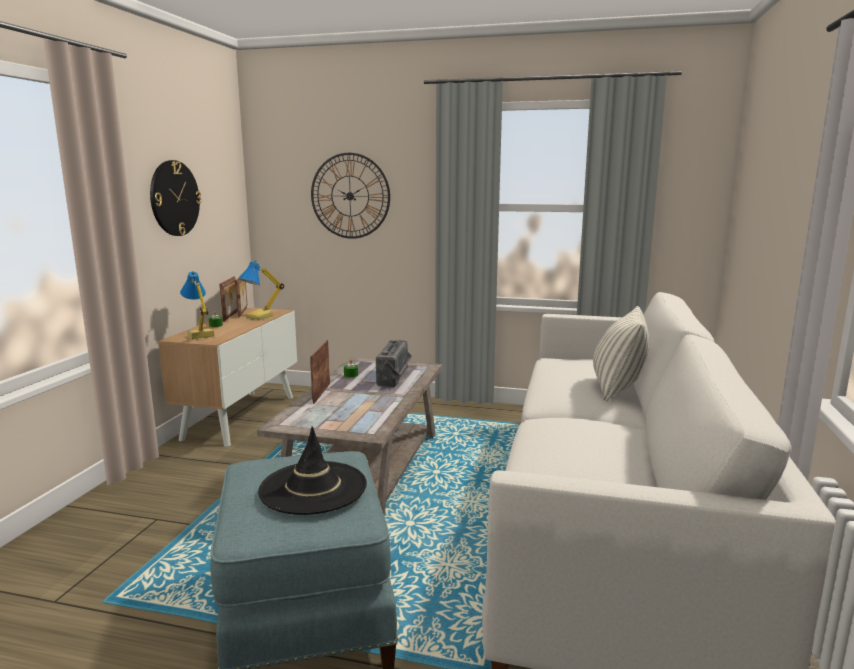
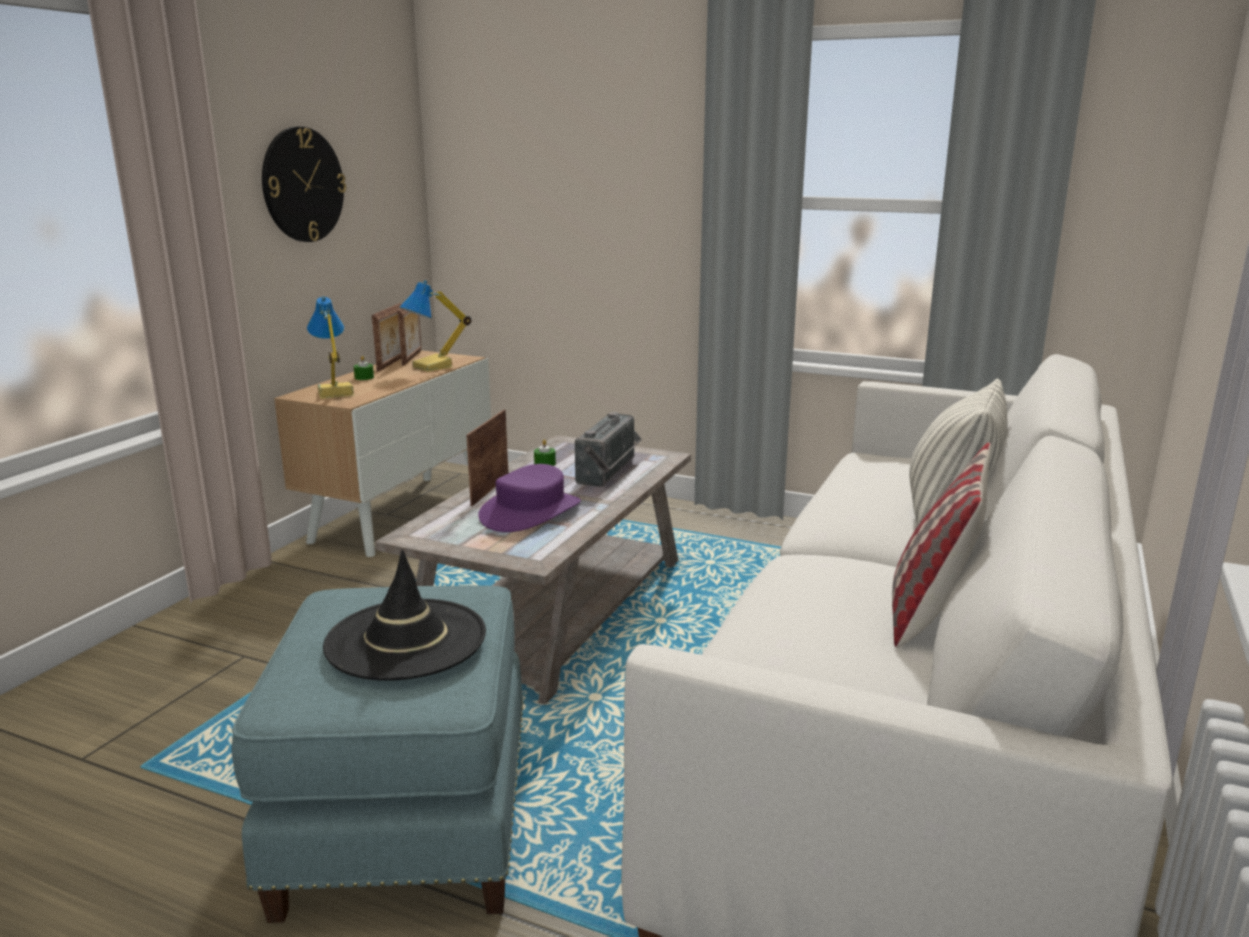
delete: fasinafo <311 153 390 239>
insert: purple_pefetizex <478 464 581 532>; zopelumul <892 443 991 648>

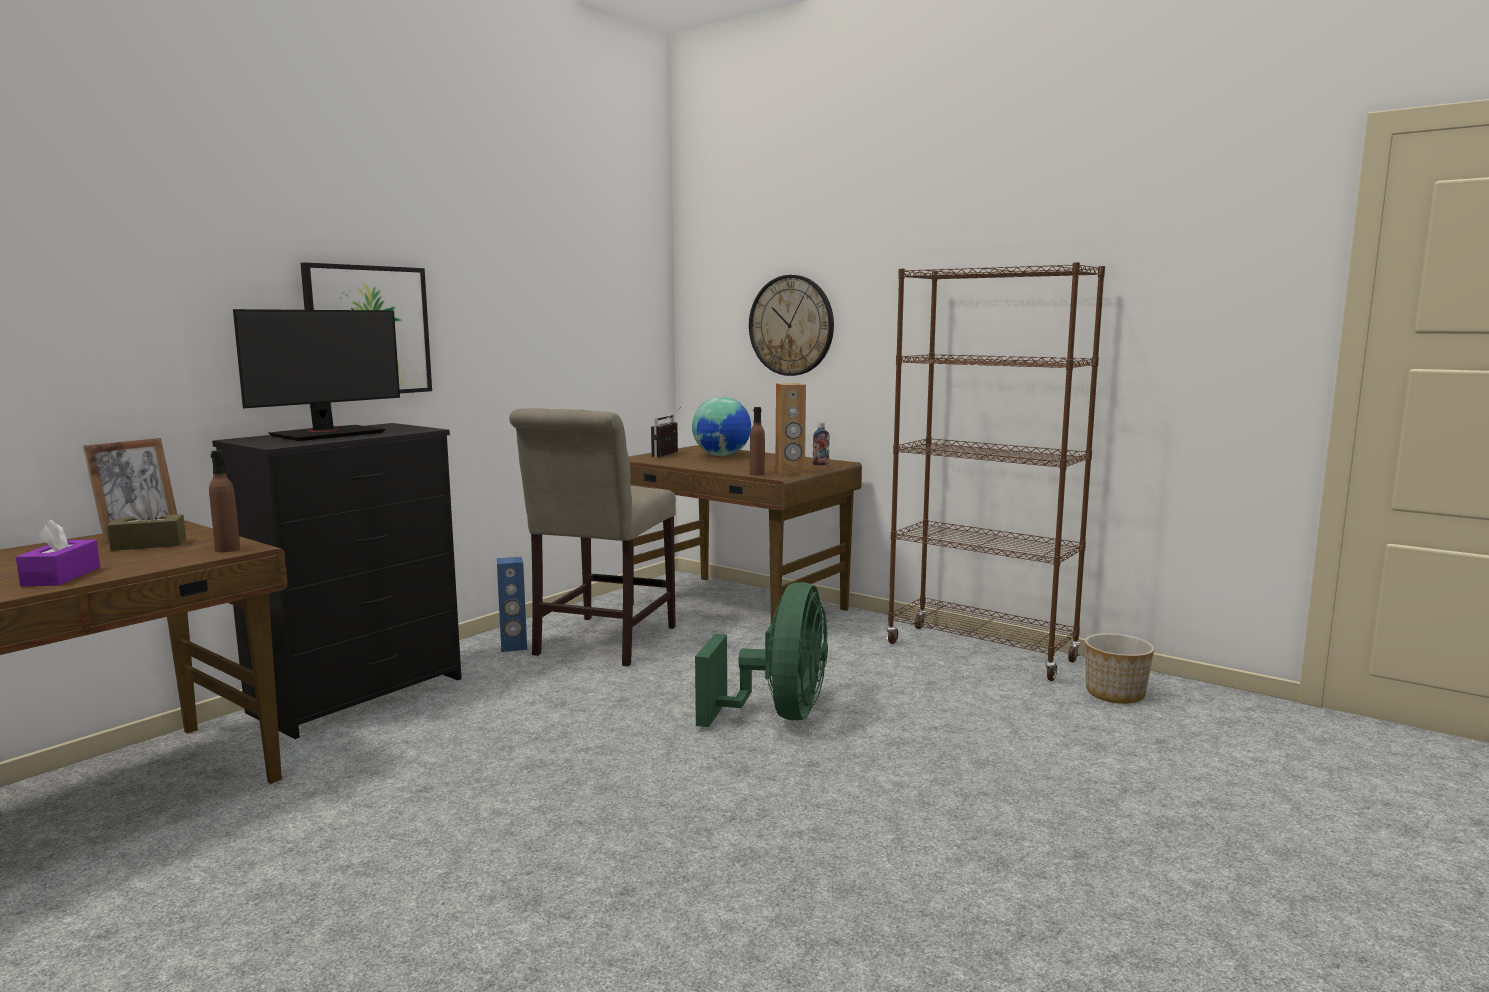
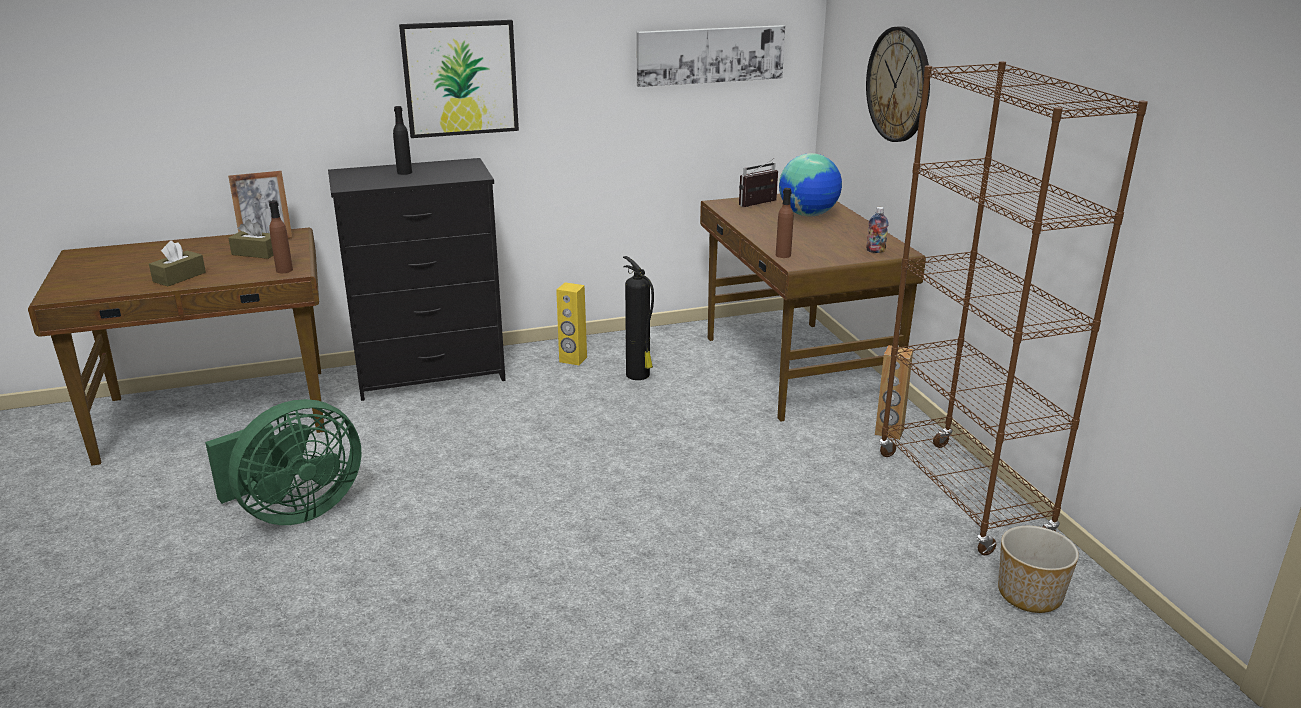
insert: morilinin <637 25 785 87>
move: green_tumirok <695 582 828 727> to <205 399 362 525>; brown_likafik <775 383 806 475> to <875 345 913 440>
replace: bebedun <233 309 400 441> to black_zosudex <393 106 412 175>; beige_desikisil <509 408 676 666> to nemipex <623 256 654 380>
recolor: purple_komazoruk <16 519 100 586> to brown_komazoruk <149 241 206 286>; blue_likafik <497 557 527 652> to yellow_likafik <556 282 587 365>

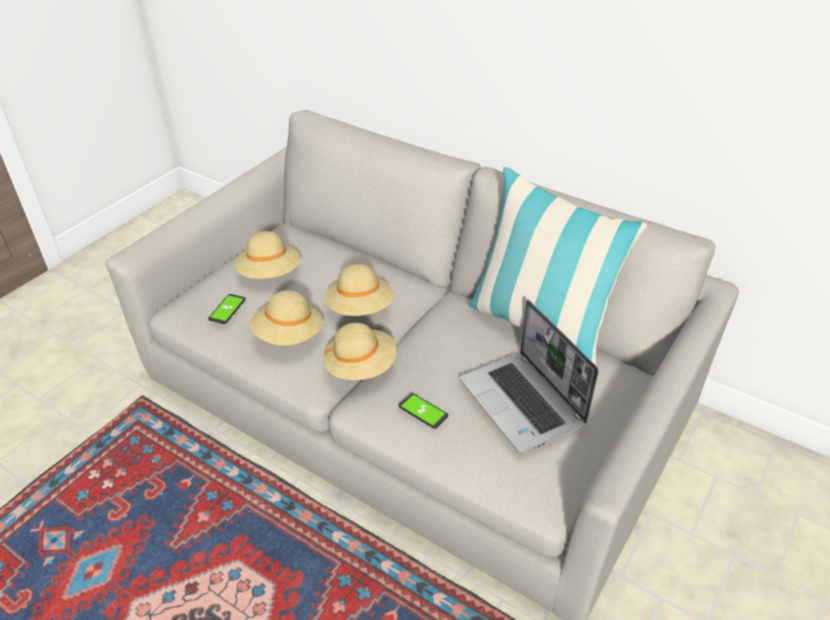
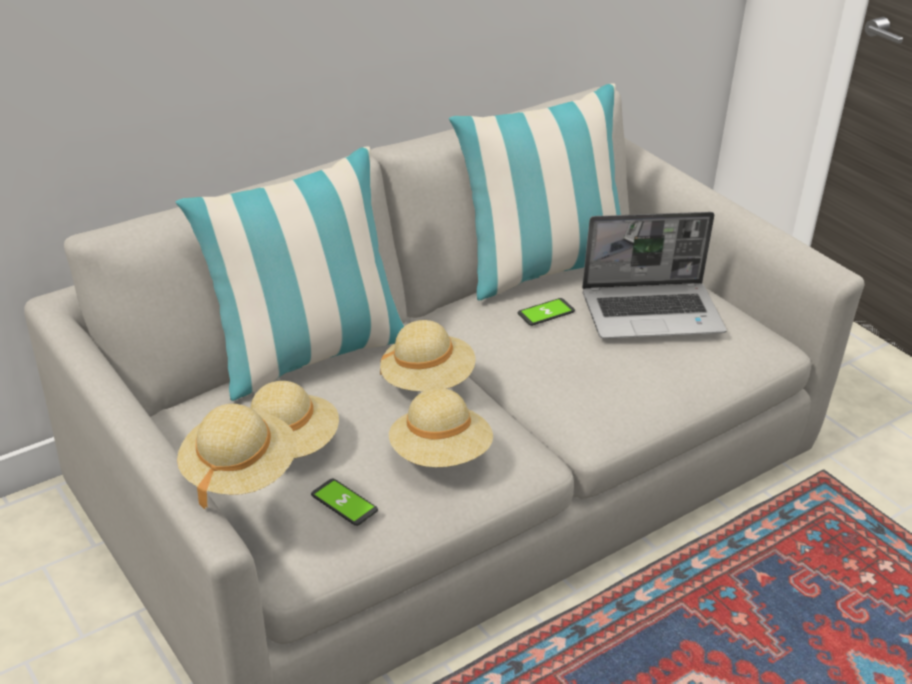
insert: zopelumul <175 146 404 401>
move: beige_pefetizex <324 323 396 380> to <177 404 297 509>; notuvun <398 393 448 429> to <518 298 575 326>

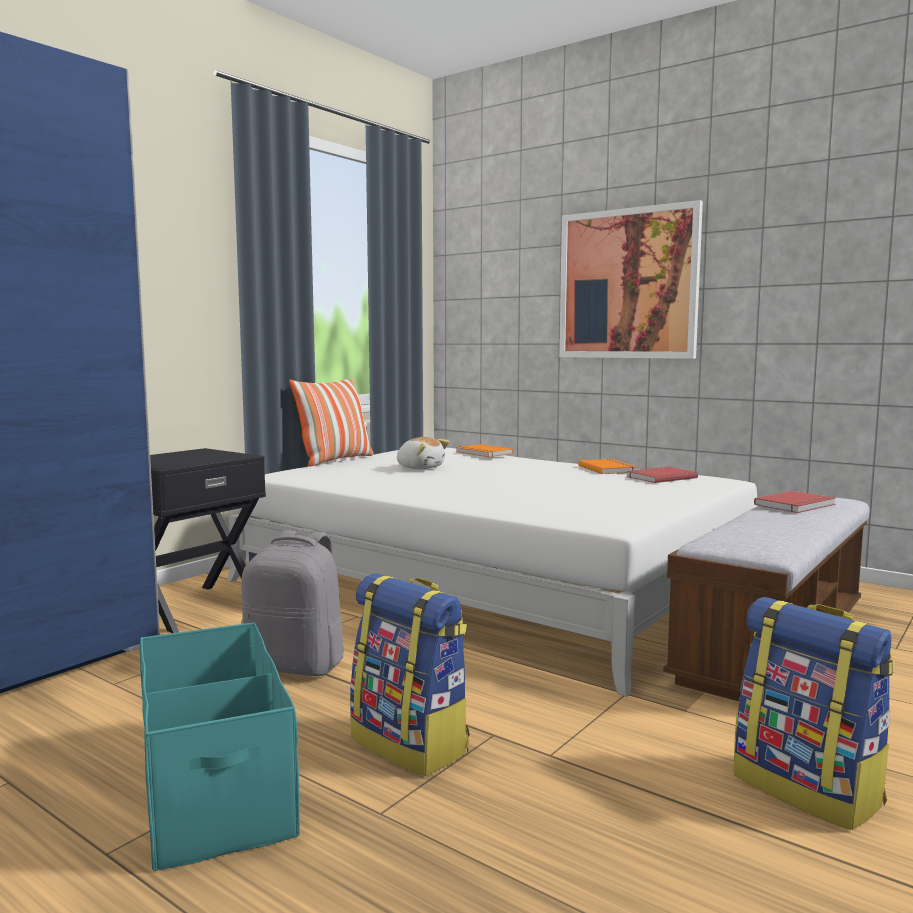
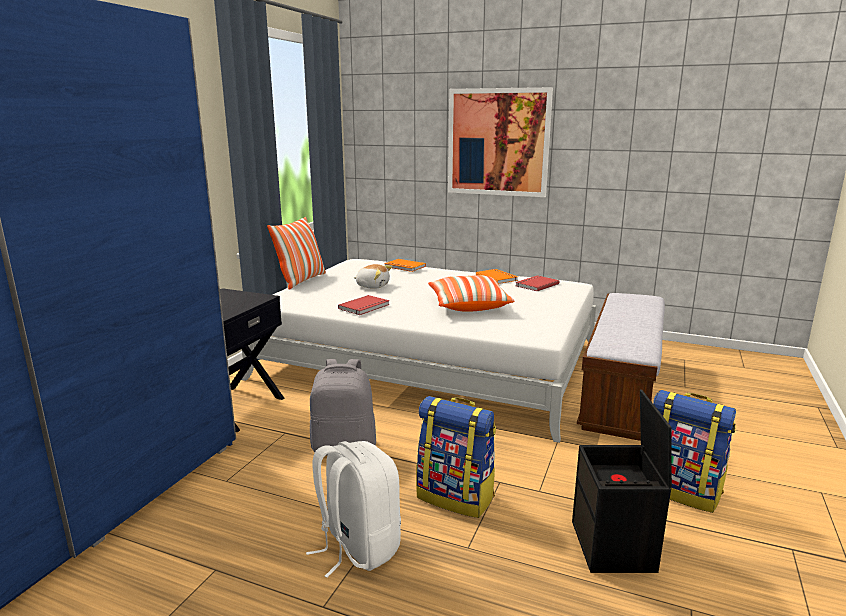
insert: zopelumul <428 275 514 312>; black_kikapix <572 389 672 573>
move: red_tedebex <754 491 835 513> to <338 295 390 315>
replace: turquoise_kikapix <140 622 300 871> to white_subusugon <306 441 401 578>

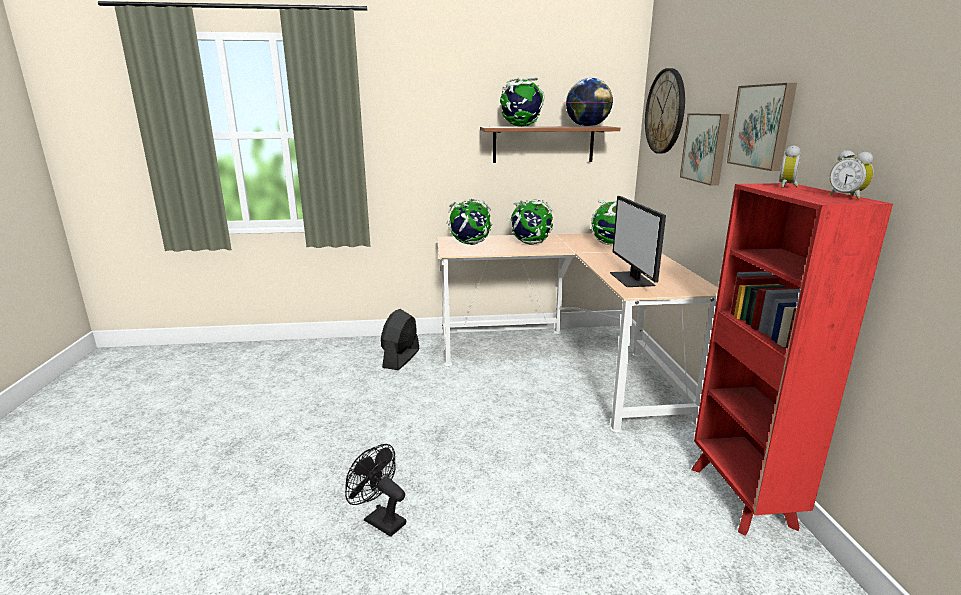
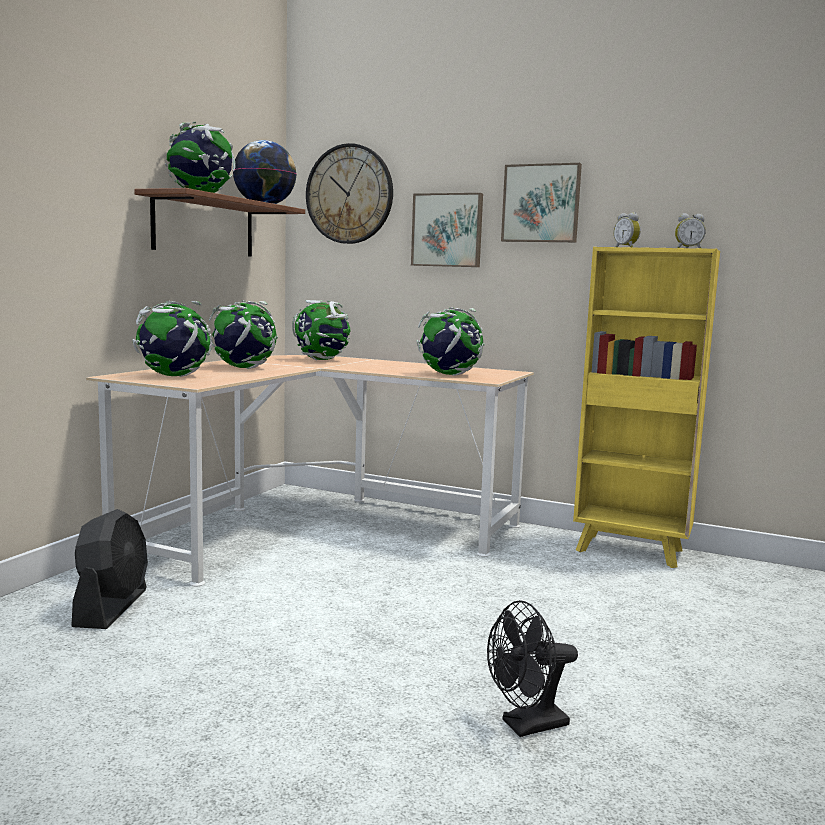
replace: bebedun <610 196 666 287> to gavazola <416 307 484 376>
recolor: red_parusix <691 183 893 536> to yellow_parusix <573 247 720 568>
rotate: black_tumirok <381 309 419 370> = <71 509 148 629> 135 degrees counterclockwise

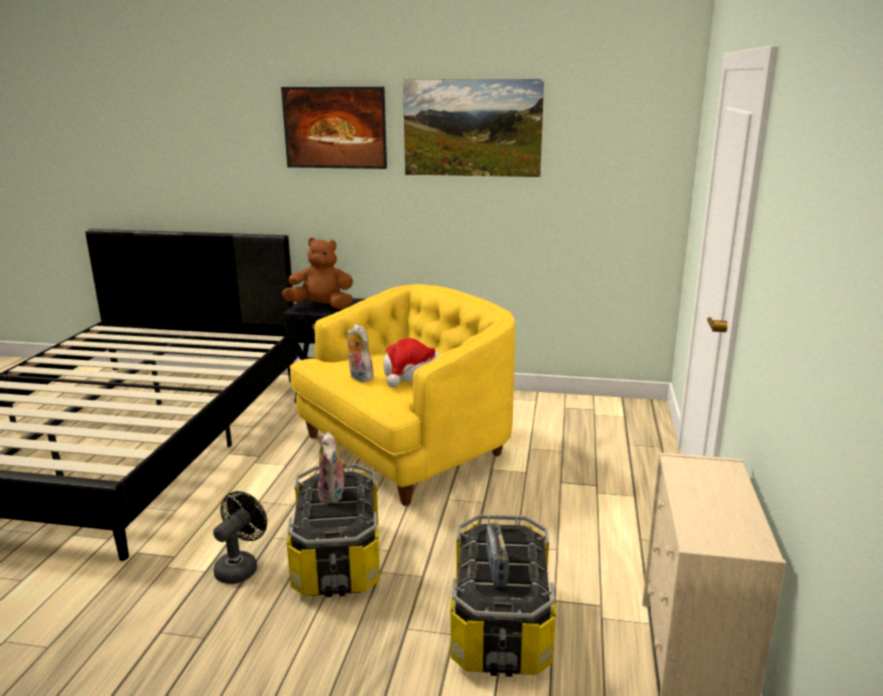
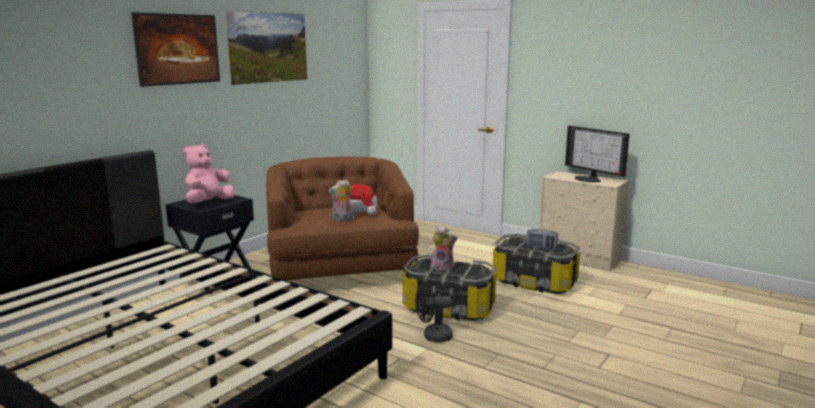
insert: bebedun <565 126 630 182>
recolor: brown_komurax <282 238 353 309> to pink_komurax <183 144 234 203>; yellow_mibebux <290 284 515 506> to brown_mibebux <266 156 419 280>
rotate: black_tumirok <213 491 267 584> = <415 284 453 342> 60 degrees counterclockwise

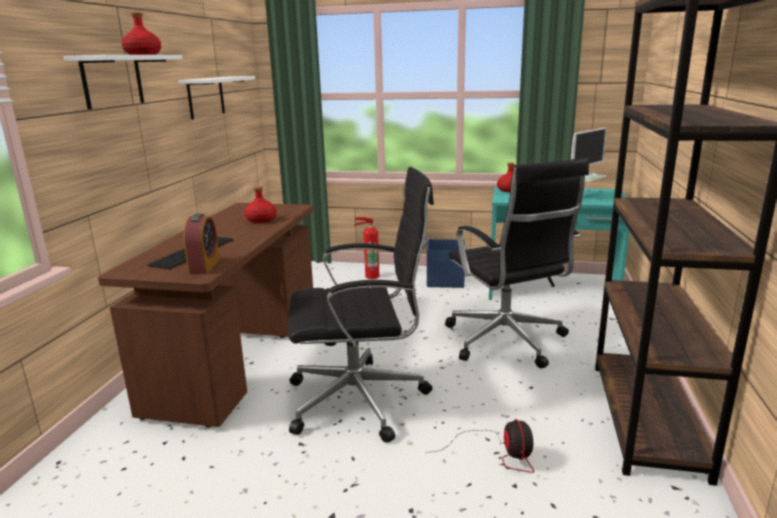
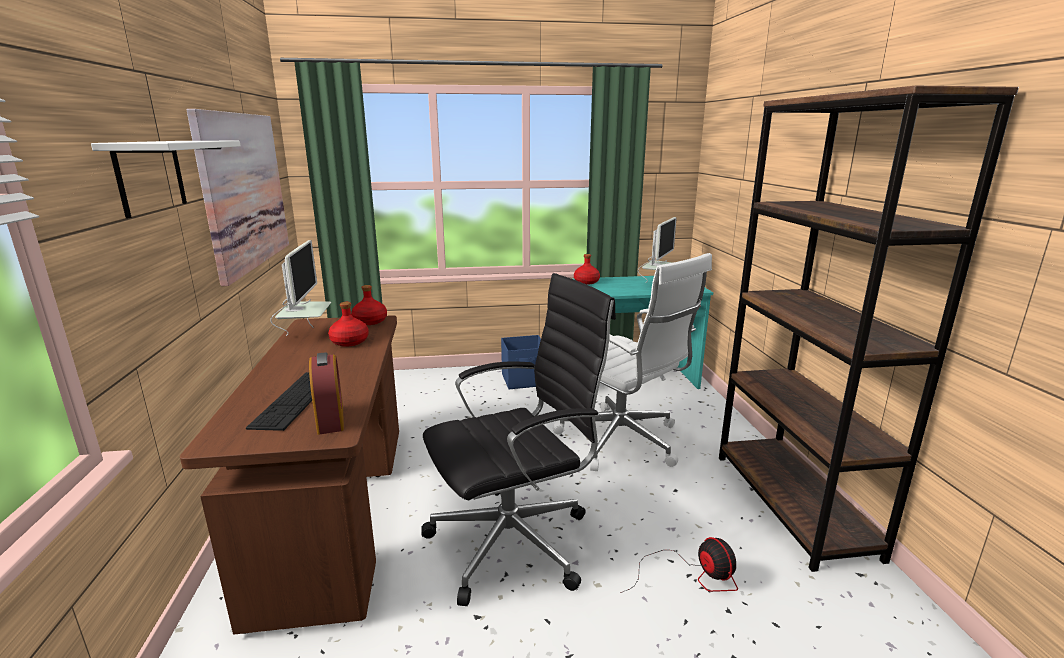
delete: nemipex <354 217 380 279>
insert: bebedun <270 240 331 336>
move: red_zosudex <122 12 161 55> to <351 285 387 325>
replace: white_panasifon <178 76 255 119> to morilinin <186 109 289 286>
recolor: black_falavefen <445 158 589 368> to white_falavefen <553 253 712 471>

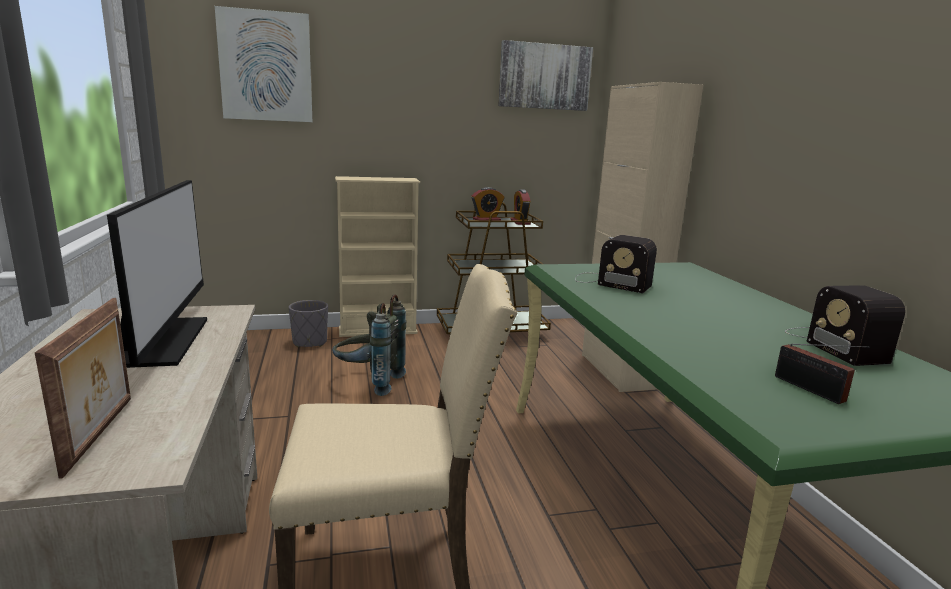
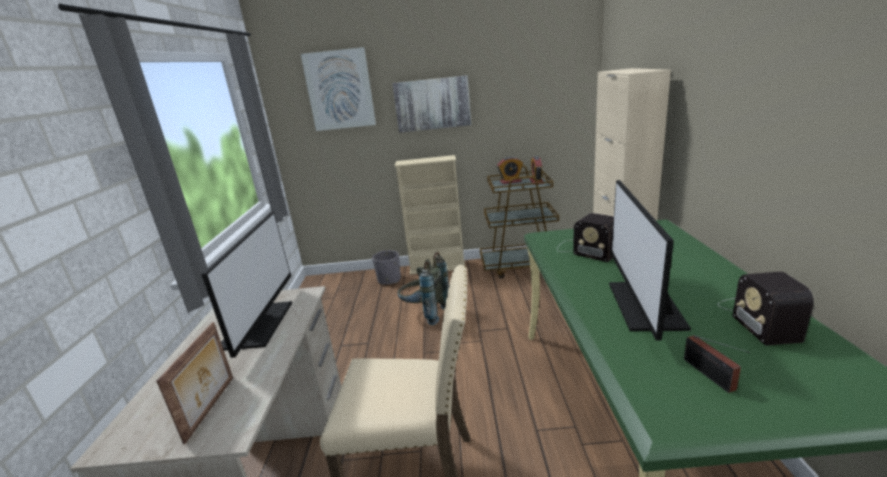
insert: bebedun <609 180 691 340>
move: morilinin <498 40 593 111> to <393 75 471 133>

